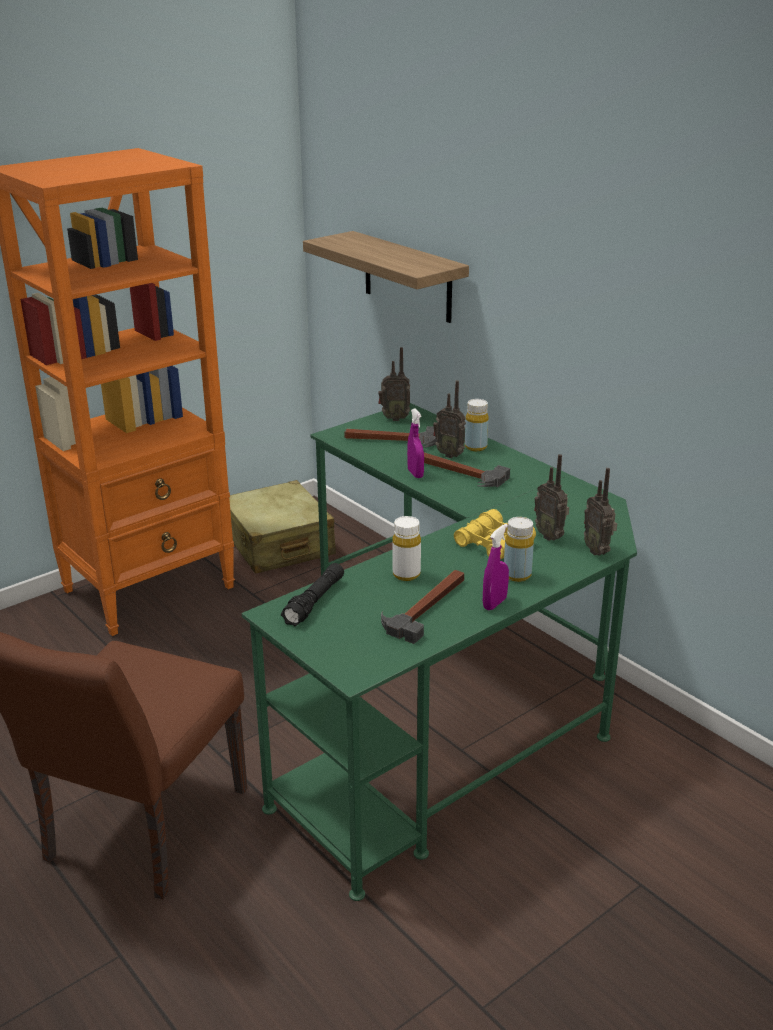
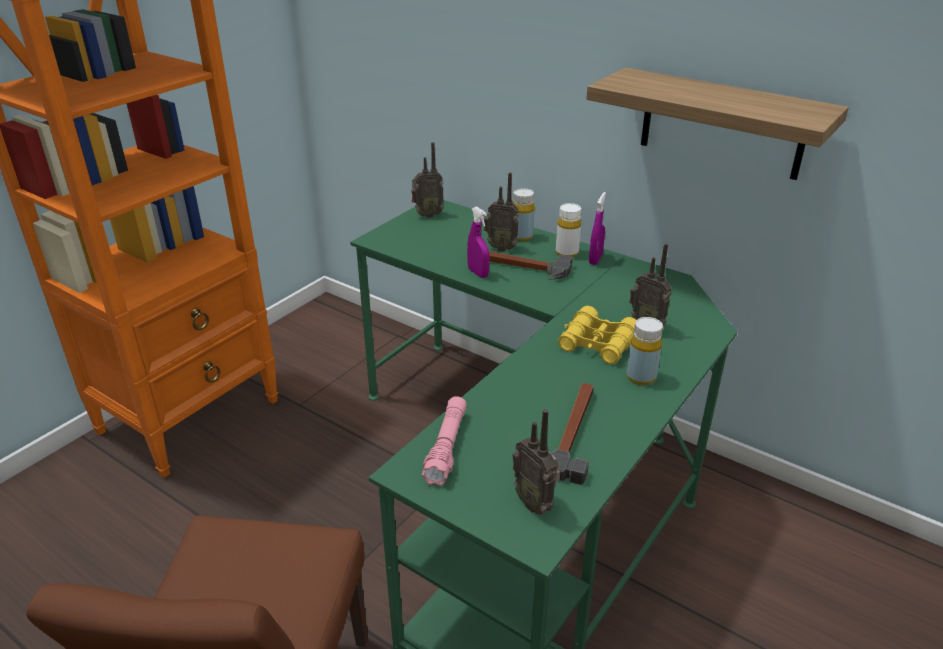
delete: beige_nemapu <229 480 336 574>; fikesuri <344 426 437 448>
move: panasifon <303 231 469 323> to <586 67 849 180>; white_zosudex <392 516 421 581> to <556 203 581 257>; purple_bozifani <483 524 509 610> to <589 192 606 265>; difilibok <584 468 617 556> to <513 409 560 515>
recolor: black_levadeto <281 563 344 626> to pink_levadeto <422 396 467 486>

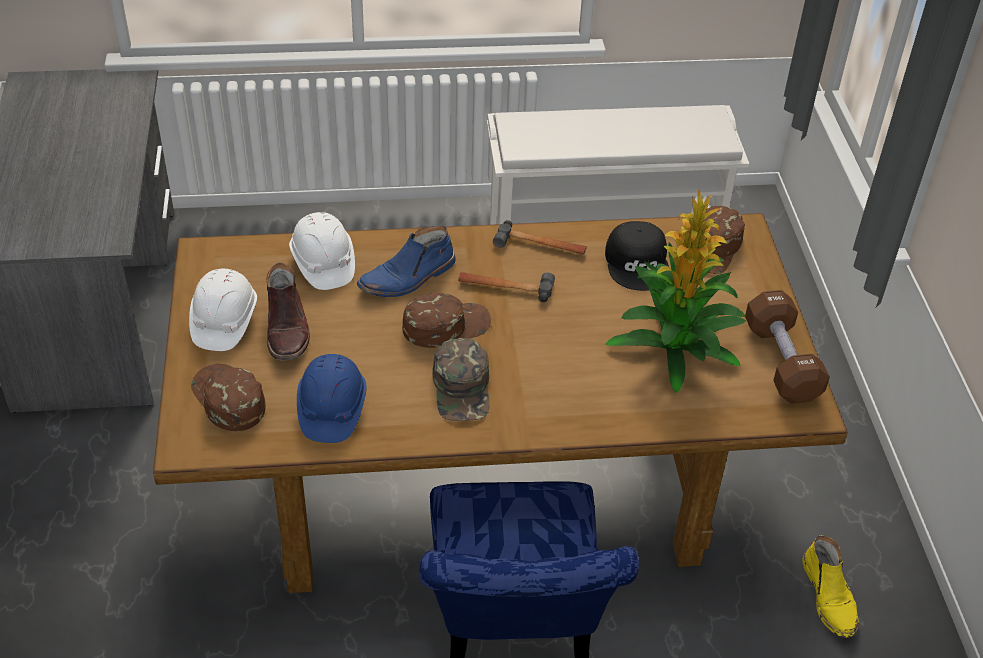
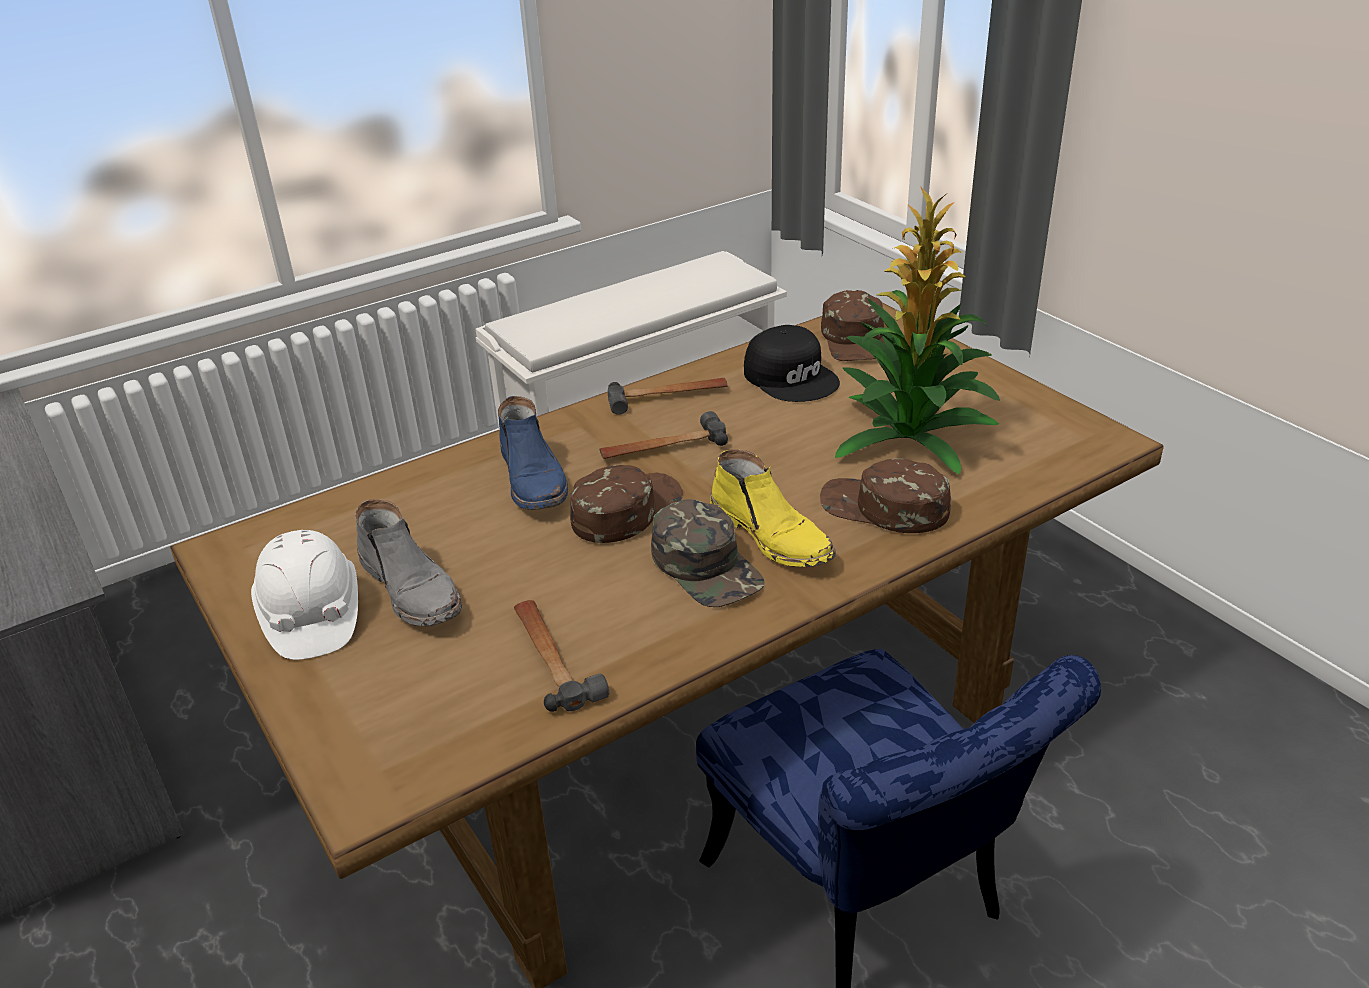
delete: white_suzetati <289 212 355 290>; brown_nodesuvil <745 290 830 404>
move: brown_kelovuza <191 364 266 431> to <820 459 951 533>; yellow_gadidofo <802 535 859 638> to <710 449 836 567>
replace: blue_suzetati <297 354 367 443> to fikesuri <514 600 609 712>
recolor: brown_gadidofo <267 263 310 361> to grey_gadidofo <355 499 462 627>
rotate: blue_gadidofo <357 226 456 297> = <498 396 568 510> 45 degrees counterclockwise

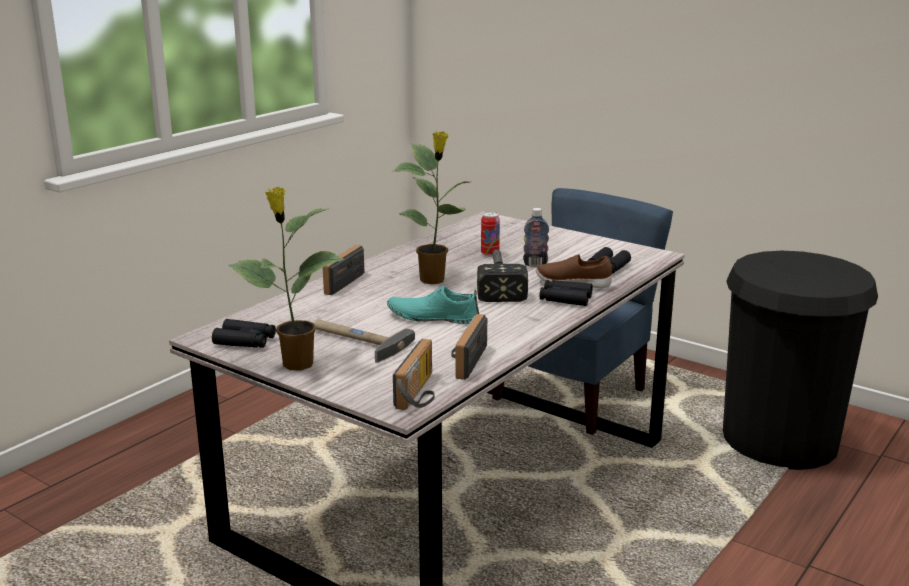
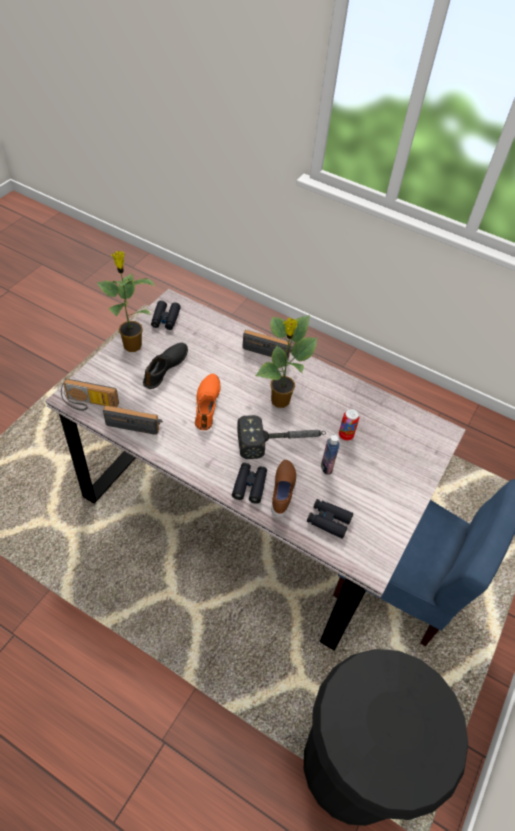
replace: fikesuri <314 319 415 363> to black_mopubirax <143 343 188 389>
recolor: turquoise_mopubirax <387 286 480 324> to orange_mopubirax <195 374 221 430>

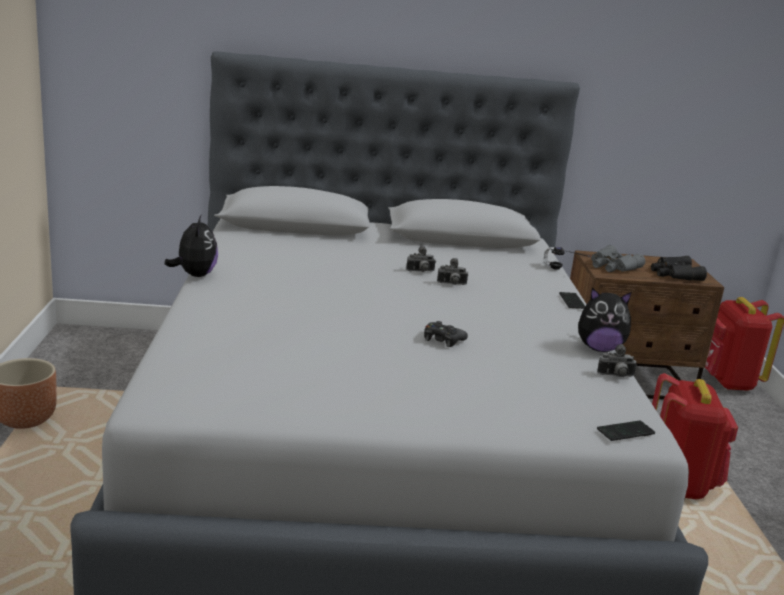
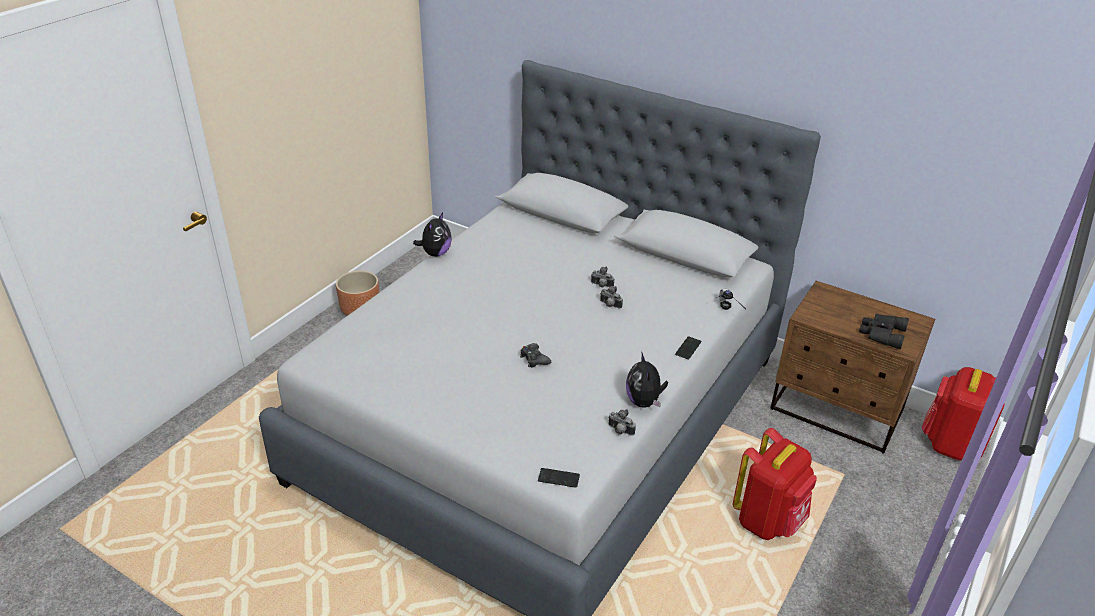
delete: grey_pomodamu <591 245 645 272>
rotate: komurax <578 288 632 352> = <626 352 668 408> 45 degrees clockwise

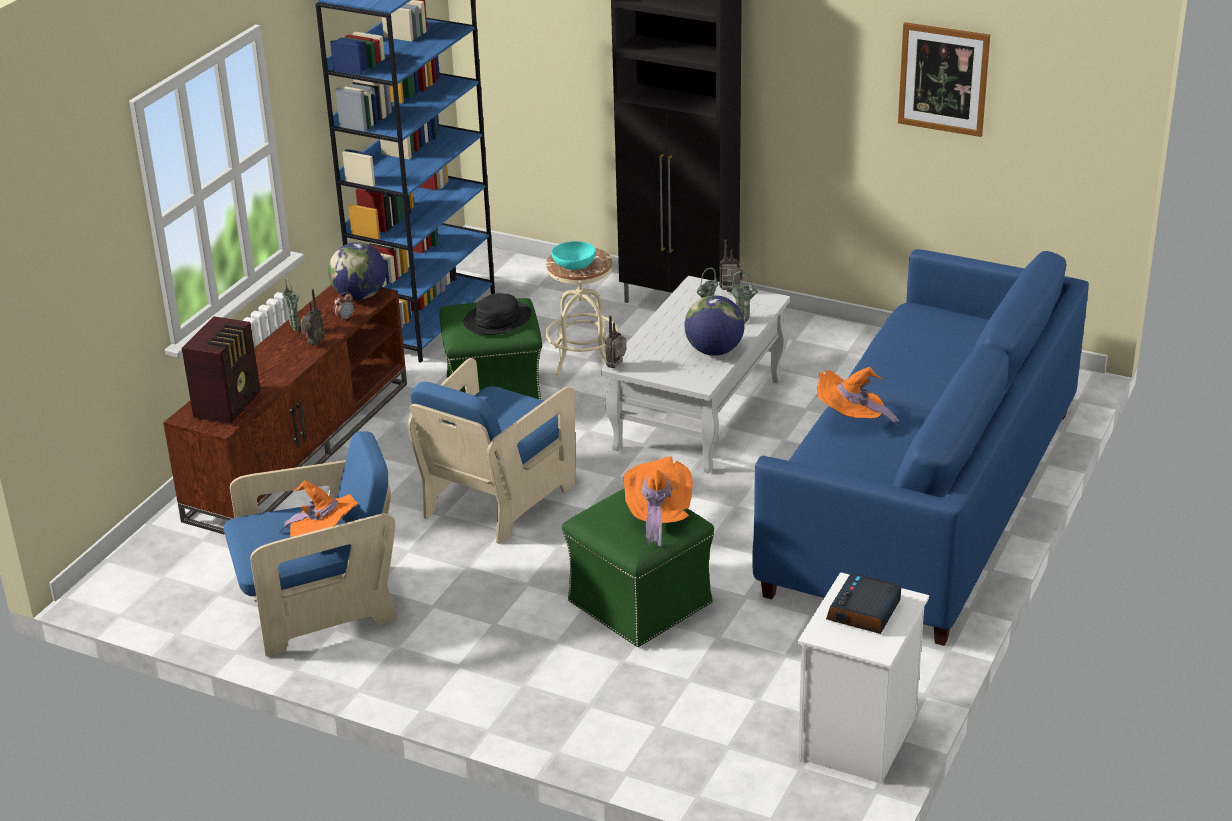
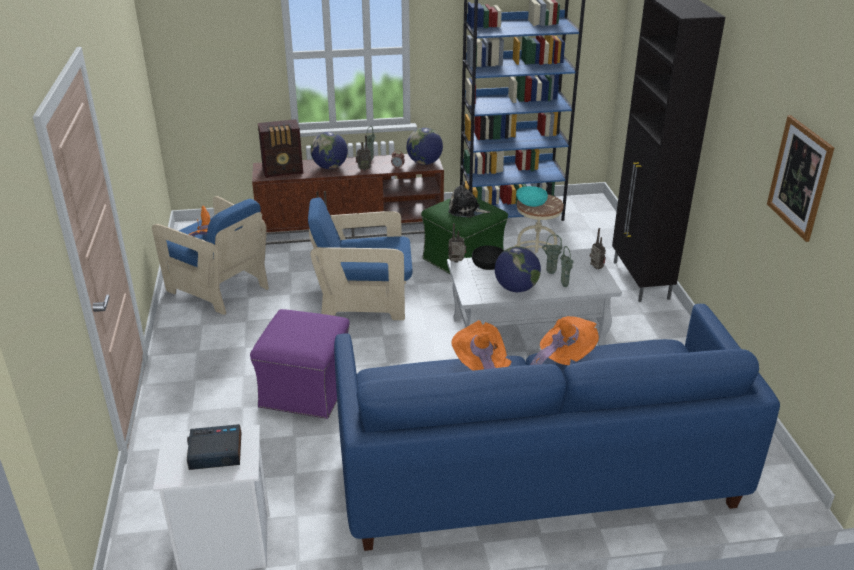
insert: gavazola <311 132 348 169>; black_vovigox <472 245 504 270>
move: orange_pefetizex <623 456 693 546> to <530 316 599 365>
replace: black_pefetizex <463 293 532 335> to komurax <448 181 490 218>
recolor: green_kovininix <562 488 714 647> to purple_kovininix <250 309 350 419>

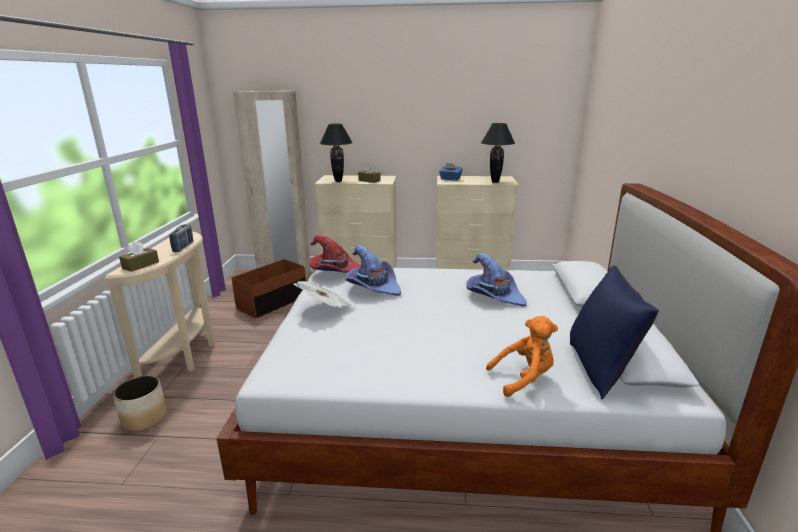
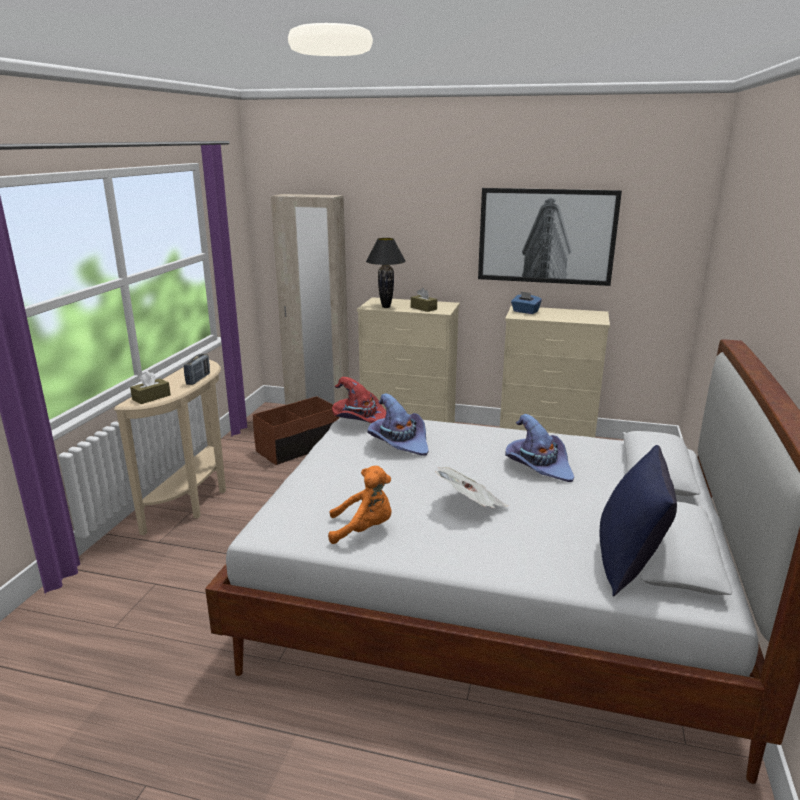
delete: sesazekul <113 376 167 432>; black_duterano <481 123 515 183>
insert: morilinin <478 188 622 286>
move: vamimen <294 281 355 308> to <435 467 508 508>; orange_komurax <486 316 558 397> to <328 466 392 544>

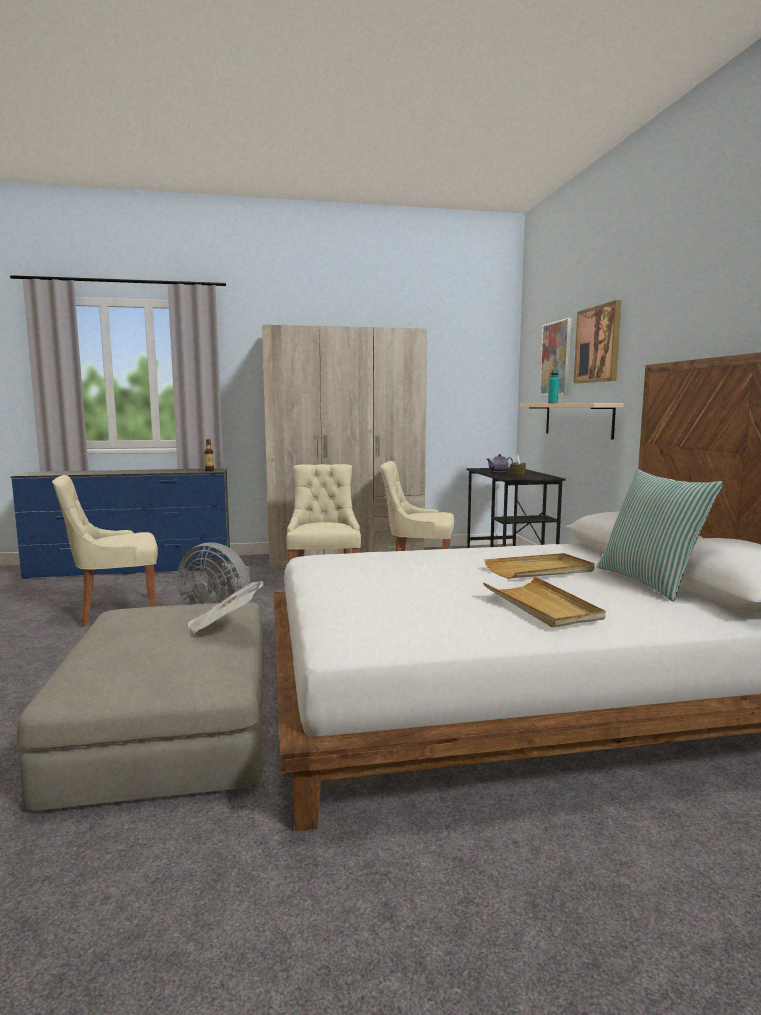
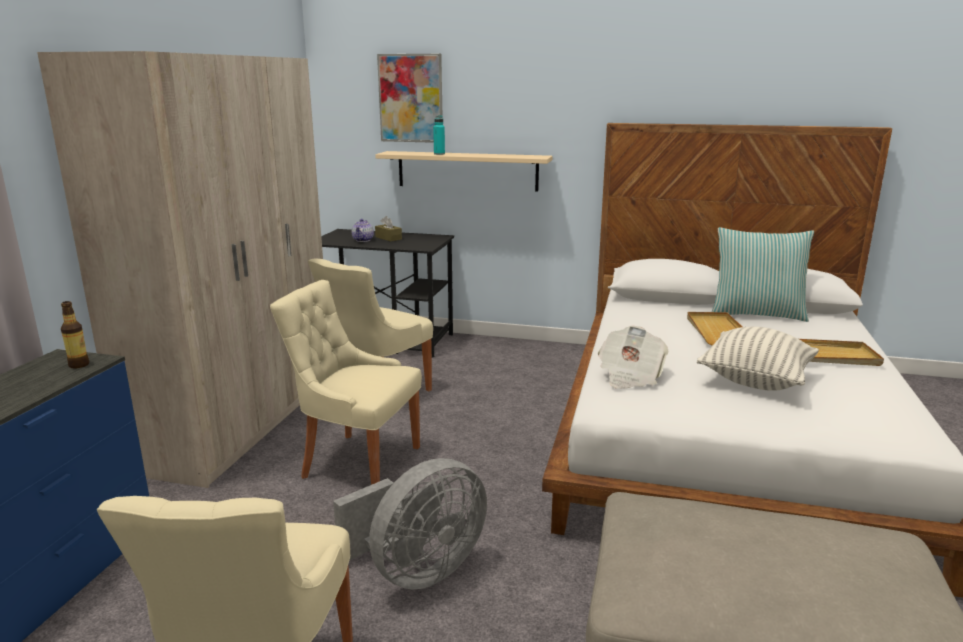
delete: morilinin <574 300 621 383>
insert: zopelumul <697 327 819 391>
move: vamimen <187 581 264 633> to <598 326 669 389>

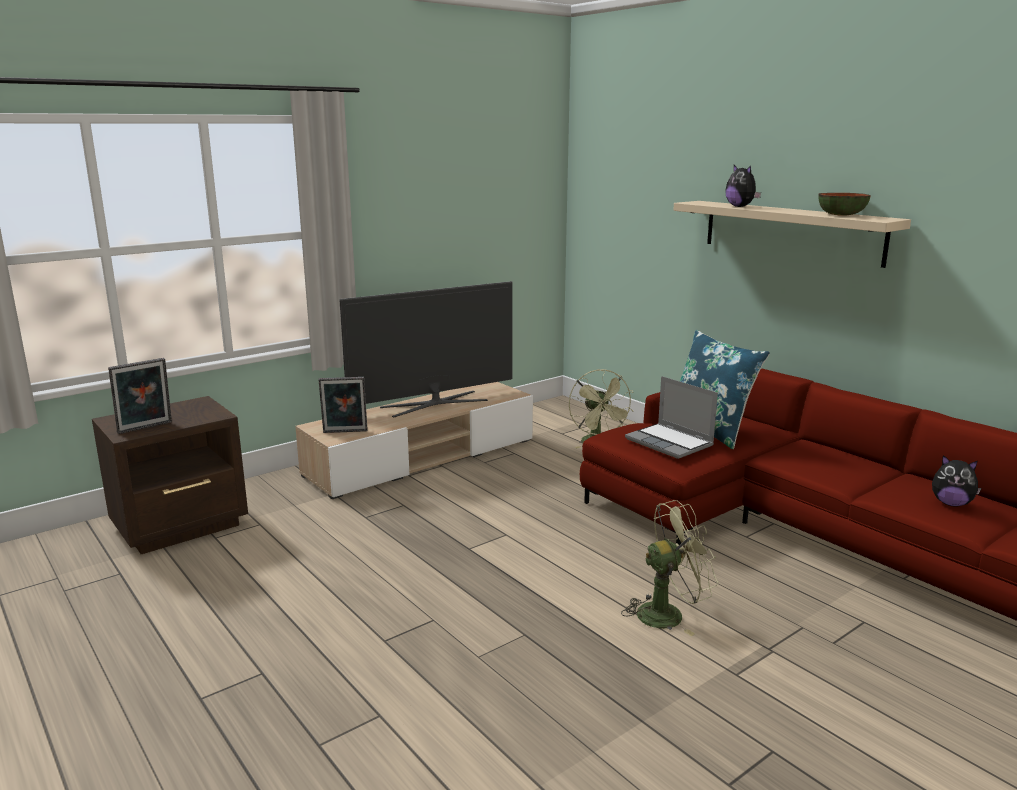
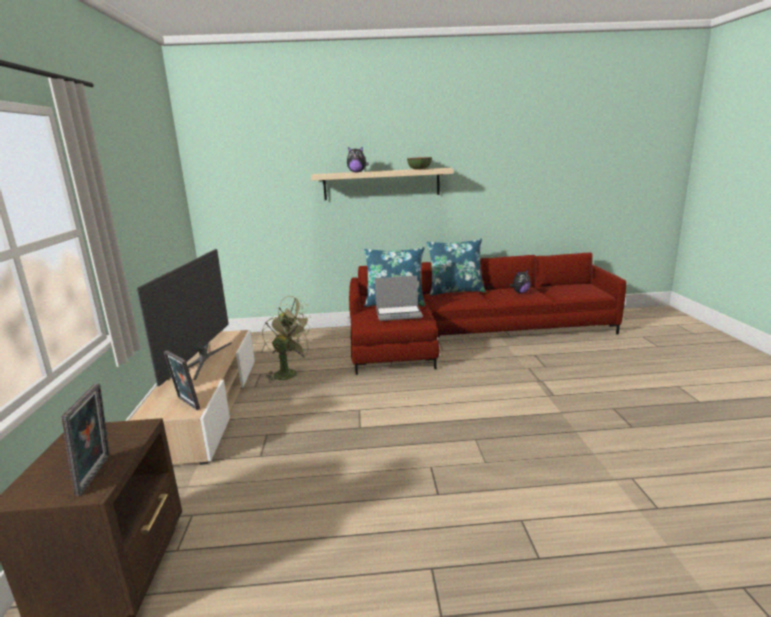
insert: blue_zopelumul <427 239 486 296>
move: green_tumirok <621 500 719 636> to <262 313 312 383>
rotate: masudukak <319 377 368 433> = <164 350 200 410> 105 degrees clockwise

